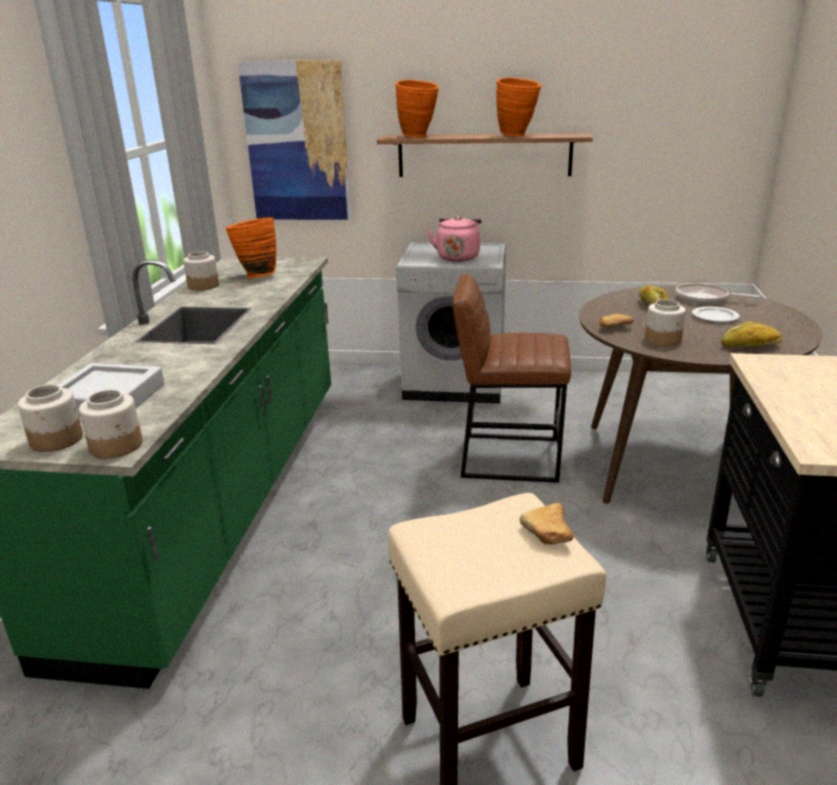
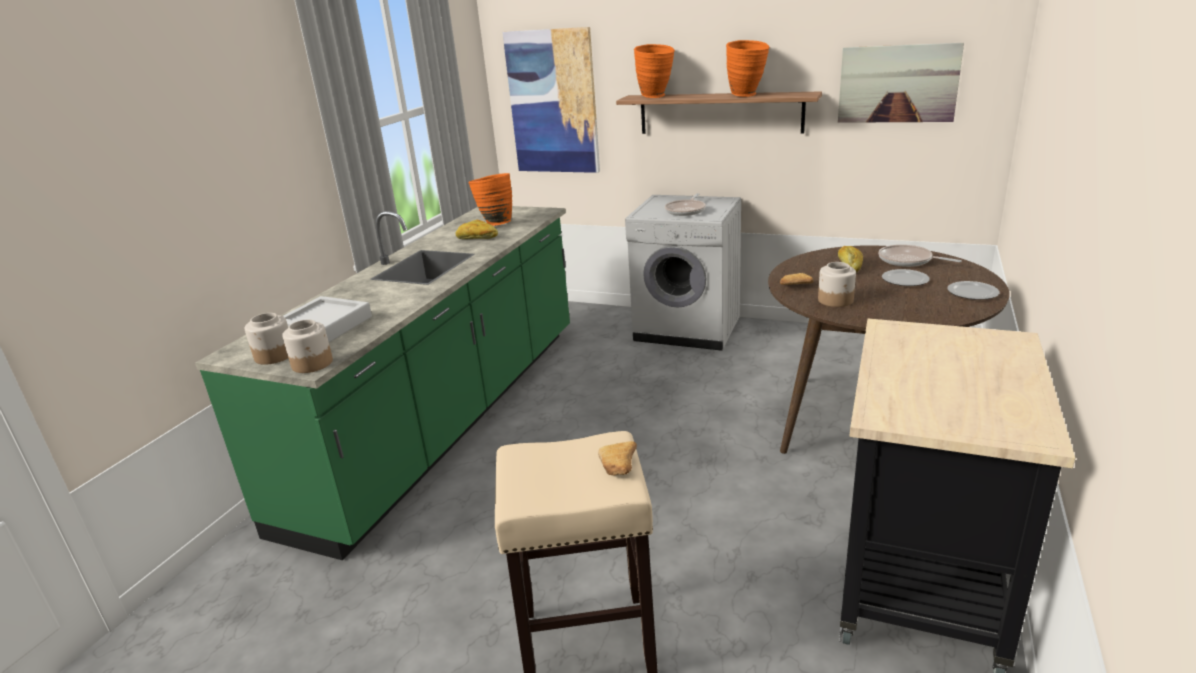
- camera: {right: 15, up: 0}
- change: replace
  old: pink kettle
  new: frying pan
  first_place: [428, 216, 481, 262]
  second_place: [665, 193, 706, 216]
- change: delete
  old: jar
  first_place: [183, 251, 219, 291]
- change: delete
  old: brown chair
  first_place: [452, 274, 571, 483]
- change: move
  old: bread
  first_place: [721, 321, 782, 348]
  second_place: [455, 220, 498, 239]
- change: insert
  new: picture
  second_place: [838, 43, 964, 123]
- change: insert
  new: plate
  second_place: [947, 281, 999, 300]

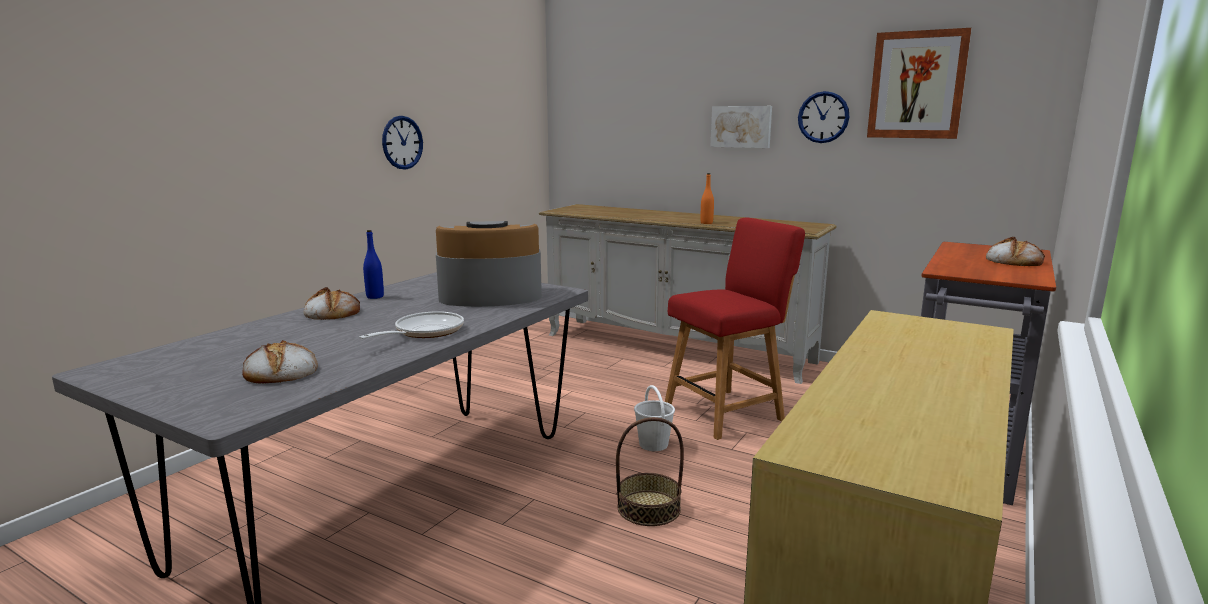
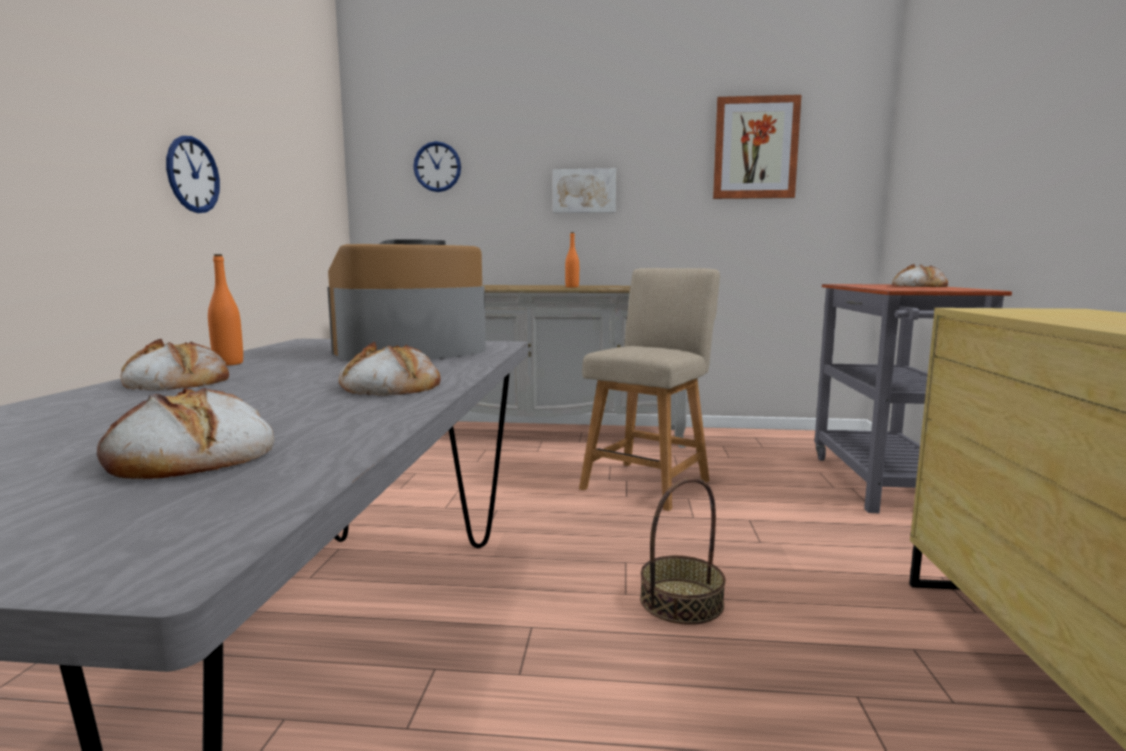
- camera: {right: -25, up: -5}
- change: move
  old: wall clock
  first_place: [798, 91, 849, 143]
  second_place: [413, 141, 461, 192]
- change: recolor
  old: red chair
  new: beige chair
  first_place: [665, 218, 805, 440]
  second_place: [579, 268, 720, 511]
- change: recolor
  old: blue bottle
  new: orange bottle
  first_place: [363, 230, 384, 299]
  second_place: [208, 254, 243, 366]
- change: replace
  old: frying pan
  new: bread
  first_place: [359, 311, 464, 339]
  second_place: [339, 342, 441, 396]
- change: delete
  old: white bucket
  first_place: [634, 385, 675, 451]

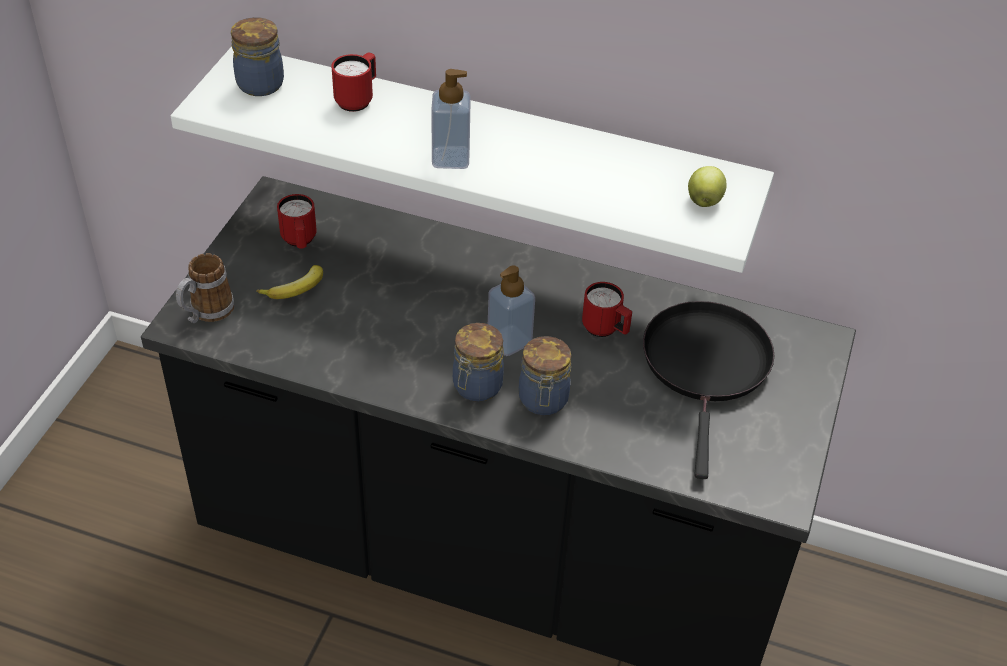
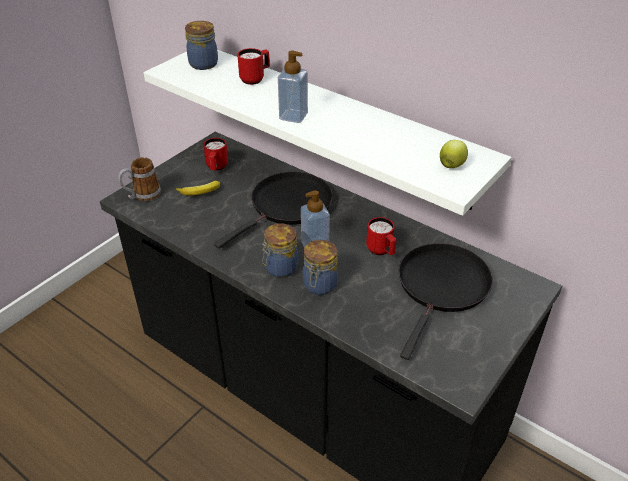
- camera: {right: 20, up: -5}
- change: insert
  new: black frying pan
  second_place: [214, 172, 333, 249]

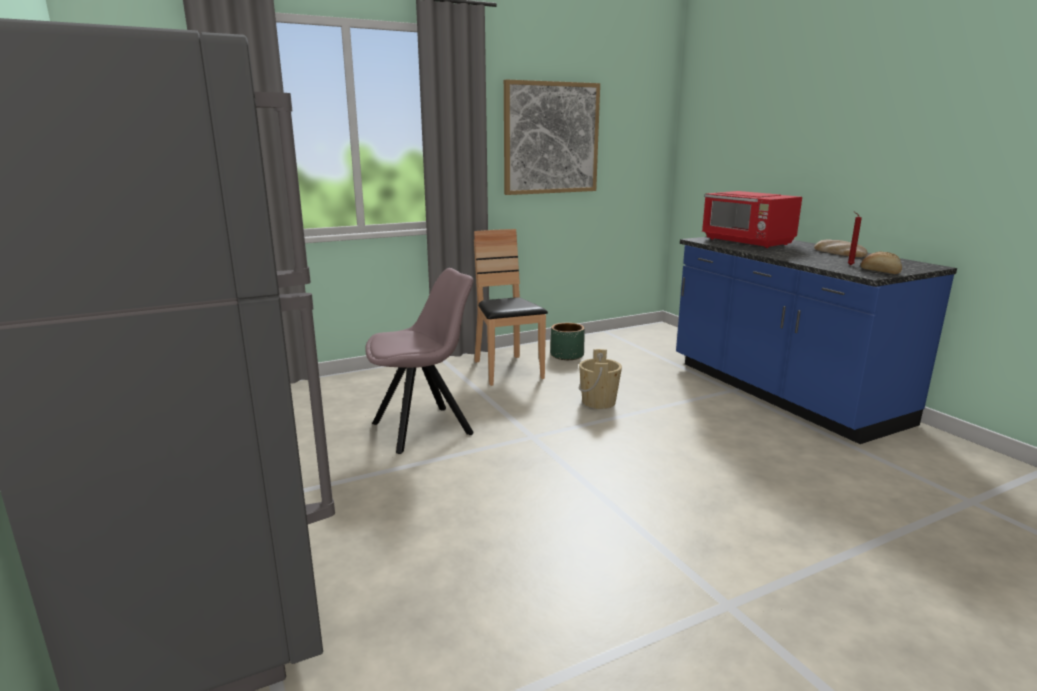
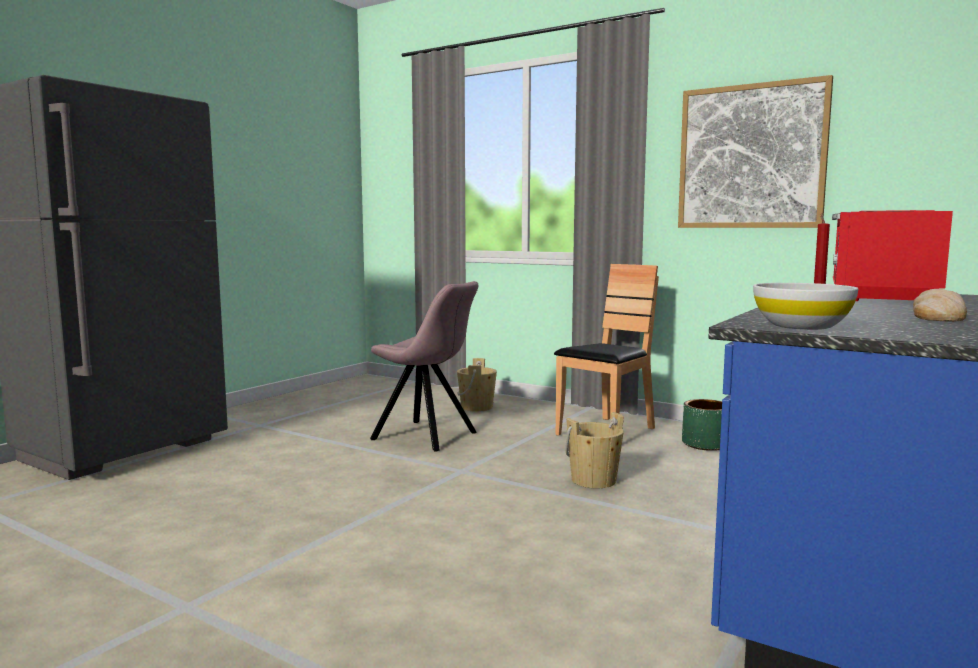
- camera: {right: 60, up: -10}
- change: replace
  old: bread
  new: white bowl
  first_place: [861, 251, 902, 274]
  second_place: [753, 283, 858, 330]
- change: insert
  new: beige bucket
  second_place: [457, 358, 497, 412]

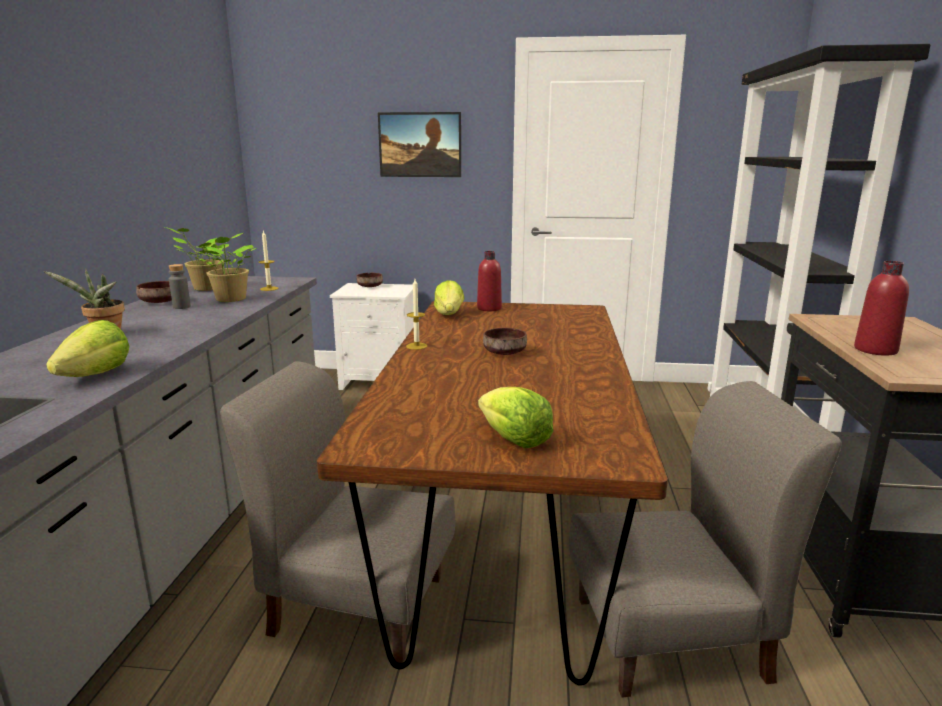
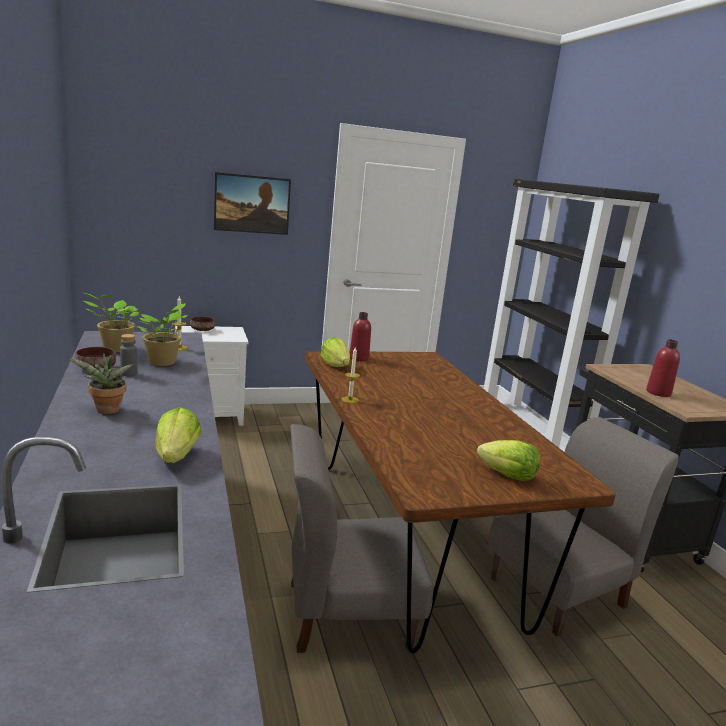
- camera: {right: -25, up: 0}
- change: delete
  old: brown bowl
  first_place: [483, 328, 527, 355]

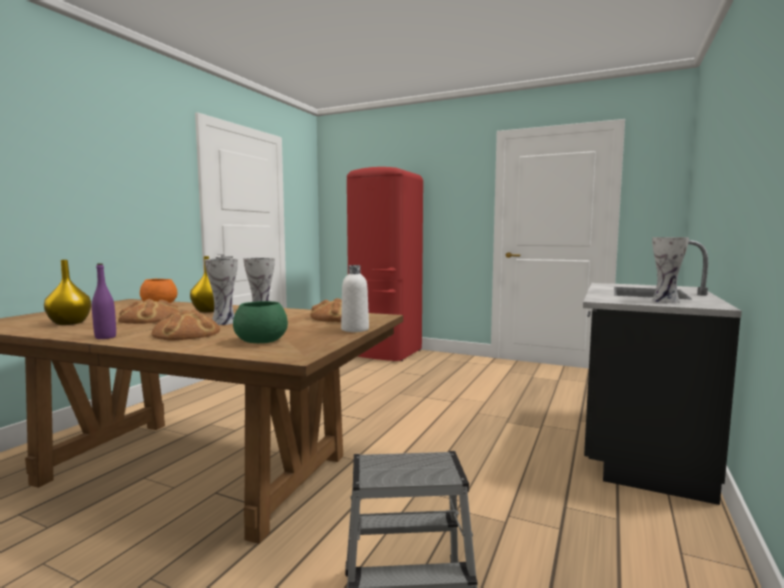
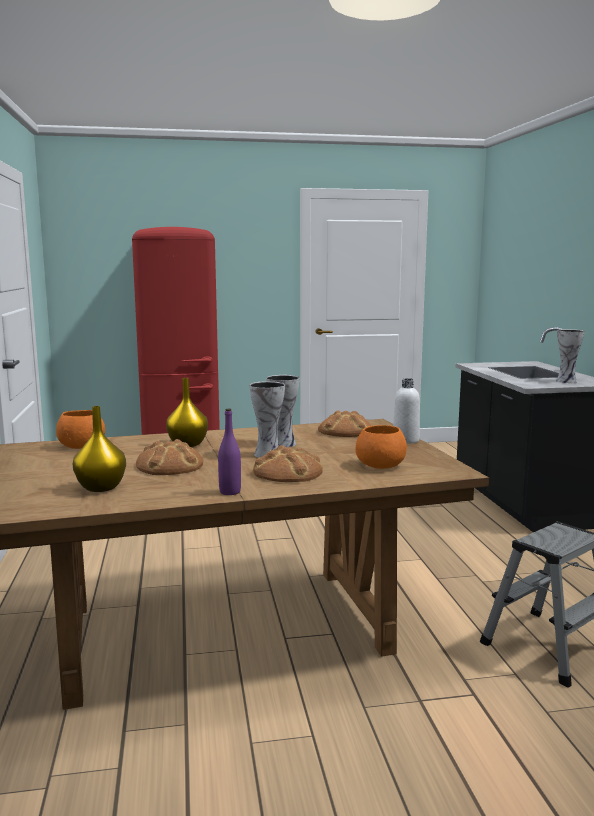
- camera: {right: -35, up: 5}
- change: recolor
  old: green bowl
  new: orange bowl
  first_place: [233, 301, 288, 343]
  second_place: [355, 425, 407, 469]

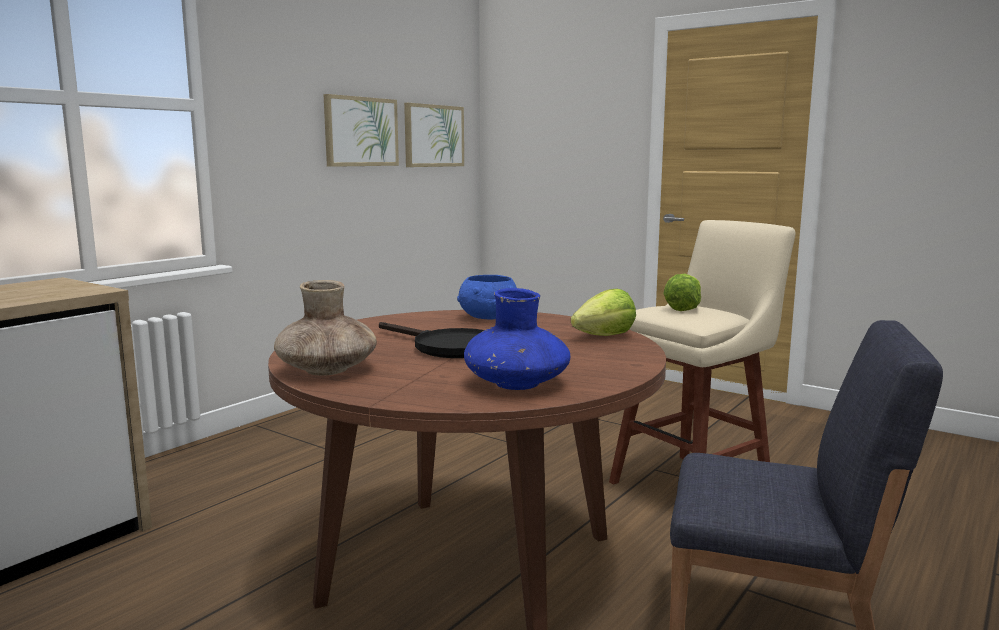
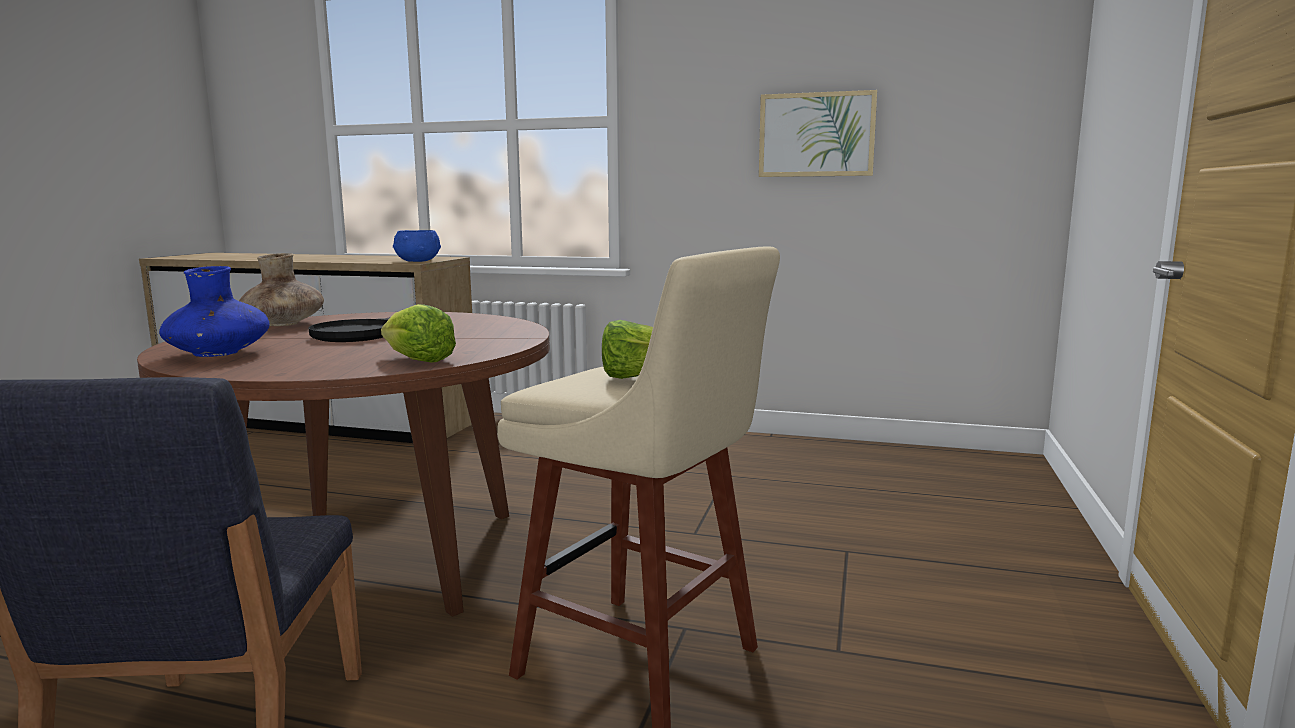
- camera: {right: 70, up: 0}
- change: delete
  old: picture
  first_place: [404, 103, 464, 167]
- change: move
  old: blue bowl
  first_place: [457, 275, 517, 320]
  second_place: [393, 230, 441, 262]

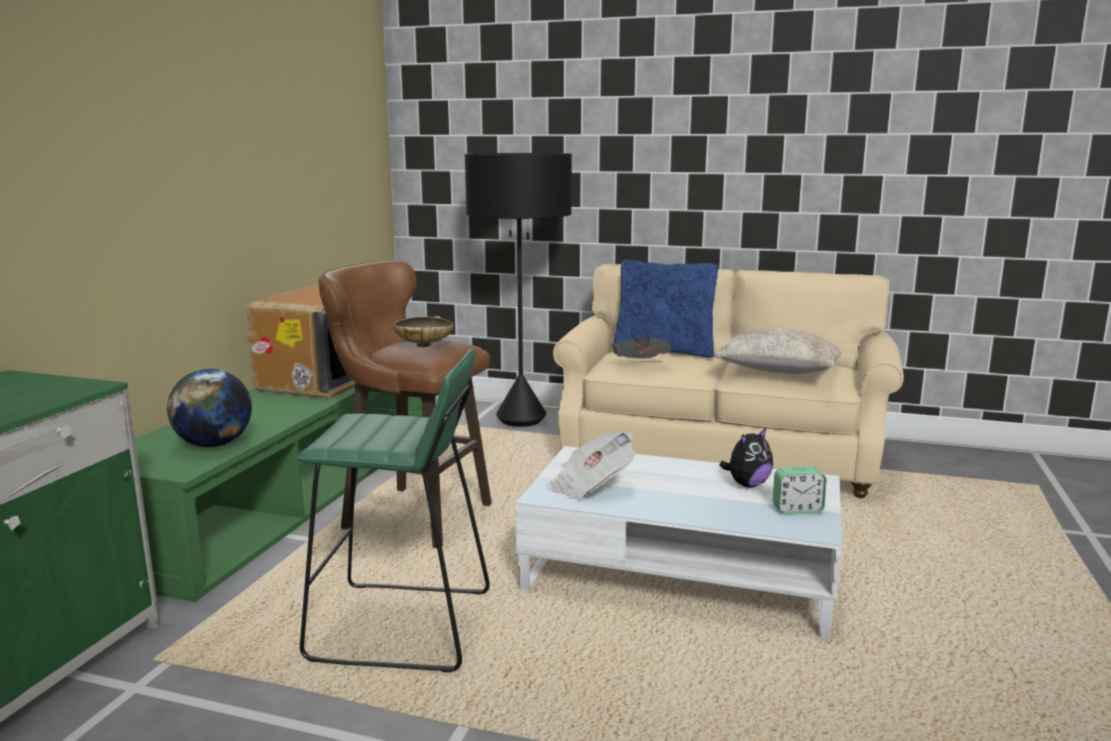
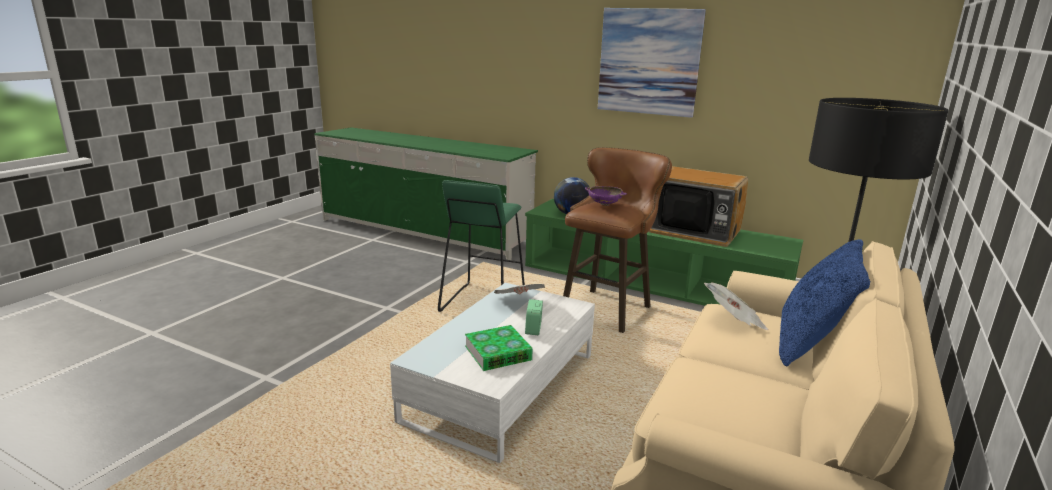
- camera: {right: 100, up: 5}
- change: recolor
  old: beige bowl
  new: purple bowl
  first_place: [393, 316, 454, 347]
  second_place: [585, 186, 627, 206]
- change: delete
  old: beige pillow
  first_place: [716, 328, 841, 374]
- change: replace
  old: plush toy
  new: book
  first_place: [719, 428, 773, 488]
  second_place: [465, 325, 533, 371]
- change: move
  old: alarm clock
  first_place: [773, 466, 827, 515]
  second_place: [525, 299, 543, 335]
- change: insert
  new: picture
  second_place: [598, 8, 706, 118]

